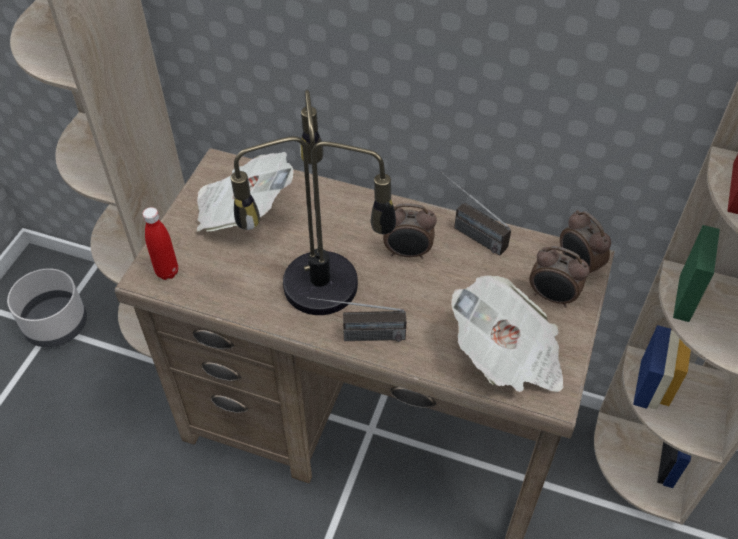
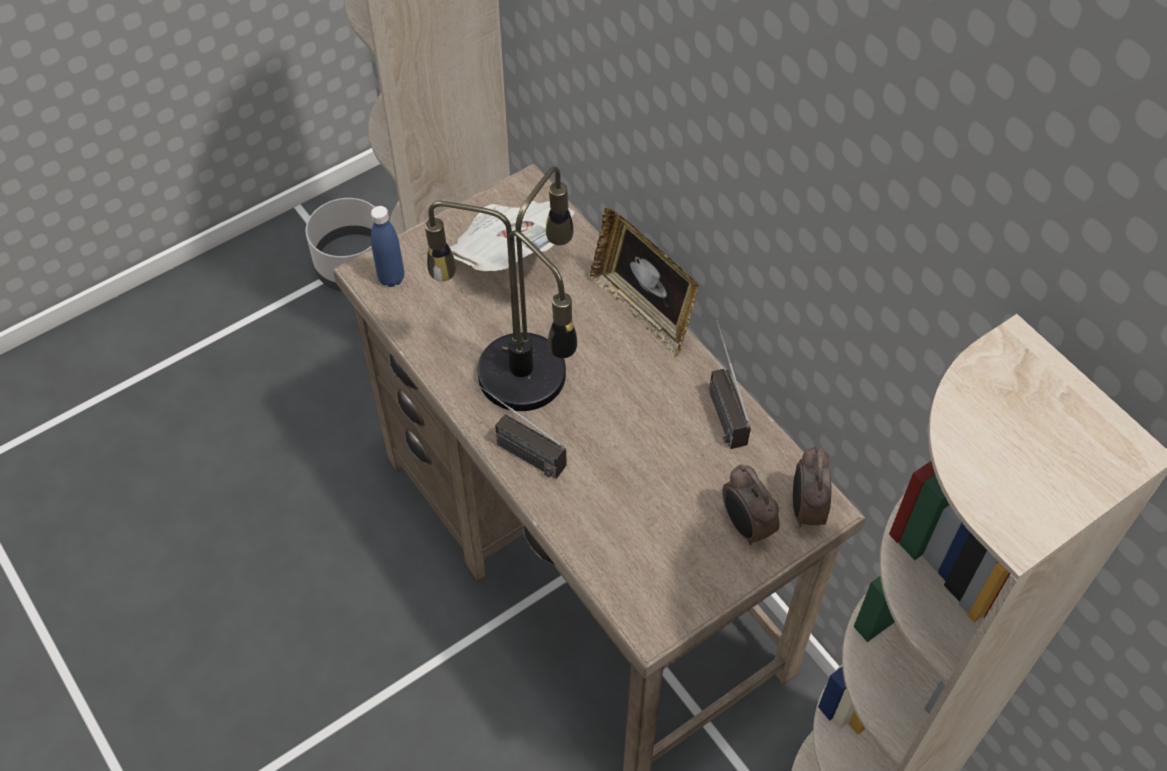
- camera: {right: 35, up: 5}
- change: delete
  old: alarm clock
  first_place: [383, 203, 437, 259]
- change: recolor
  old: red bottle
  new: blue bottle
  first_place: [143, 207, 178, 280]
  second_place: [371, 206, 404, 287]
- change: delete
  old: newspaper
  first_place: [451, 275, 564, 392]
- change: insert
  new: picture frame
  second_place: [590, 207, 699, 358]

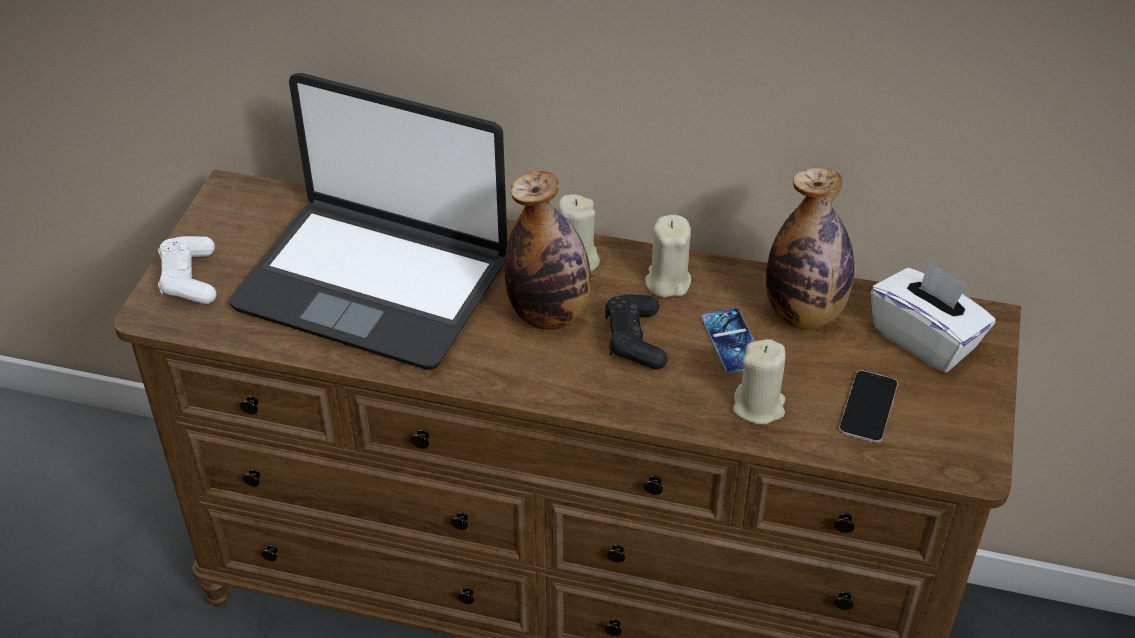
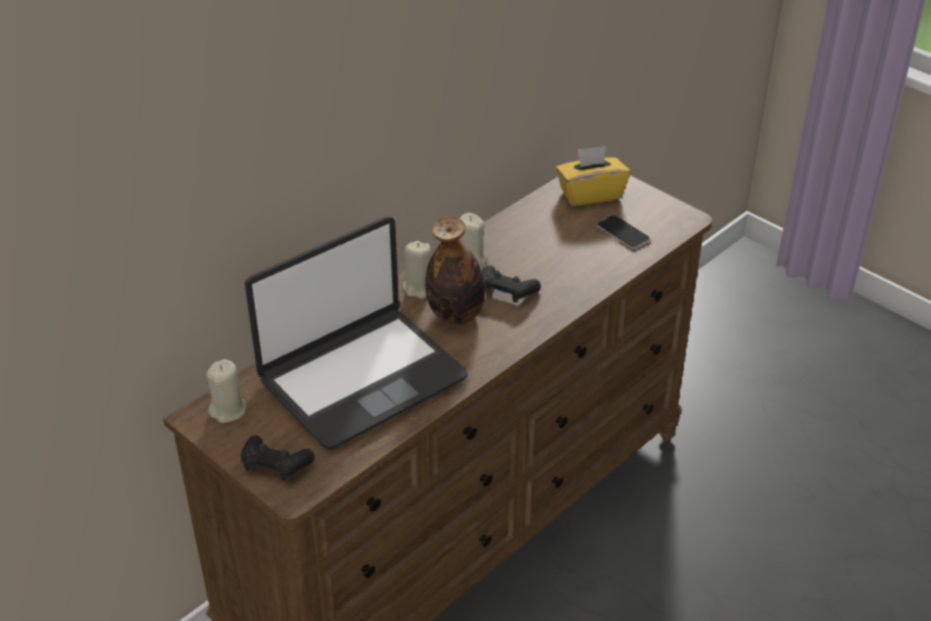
- camera: {right: -60, up: -5}
- change: delete
  old: bottle
  first_place: [766, 168, 854, 329]
- change: recolor
  old: white game controller
  new: black game controller
  first_place: [158, 236, 216, 304]
  second_place: [241, 435, 314, 481]
- change: recolor
  old: white tissue box
  new: yellow tissue box
  first_place: [871, 261, 996, 373]
  second_place: [556, 146, 630, 206]
- change: delete
  old: phone
  first_place: [701, 308, 754, 373]
- change: move
  old: beige candle
  first_place: [733, 339, 786, 424]
  second_place: [207, 359, 247, 423]

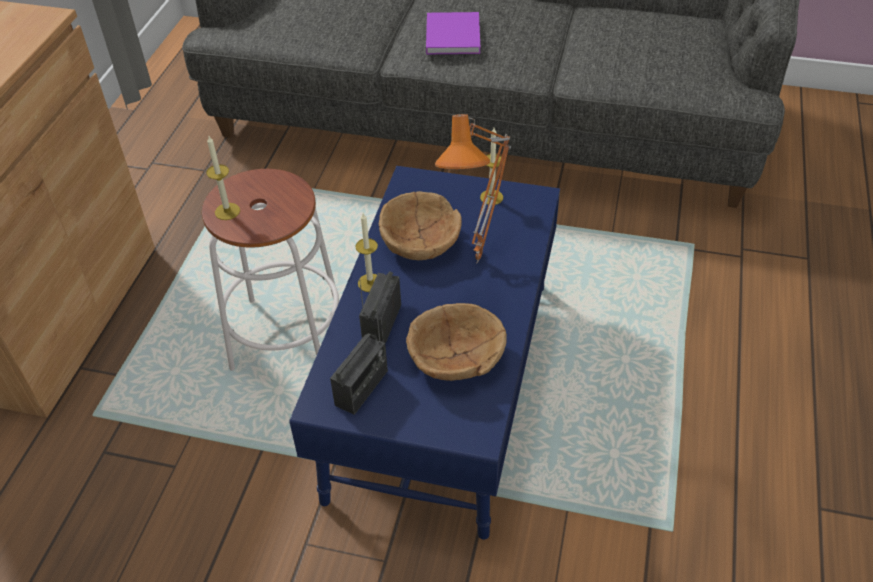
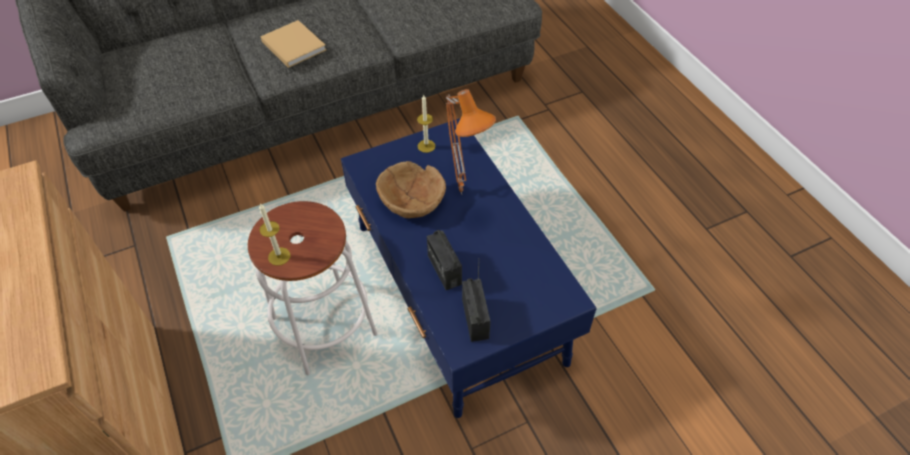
- camera: {right: -40, up: 5}
- change: recolor
  old: purple book
  new: beige book
  first_place: [426, 12, 480, 54]
  second_place: [260, 20, 326, 68]
- change: delete
  old: candle
  first_place: [355, 213, 378, 292]
- change: delete
  old: brown bowl
  first_place: [406, 303, 507, 381]

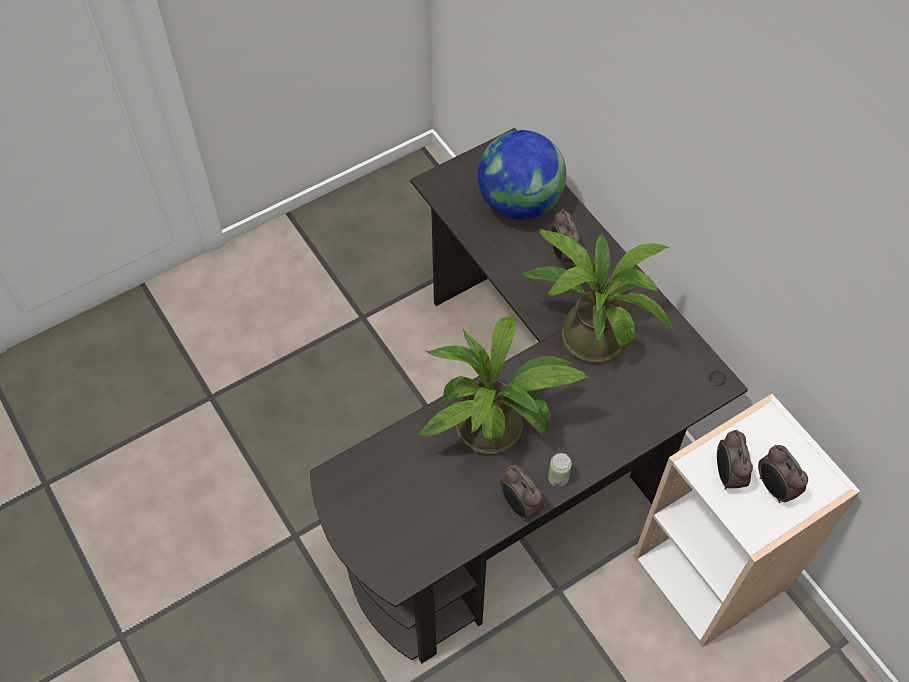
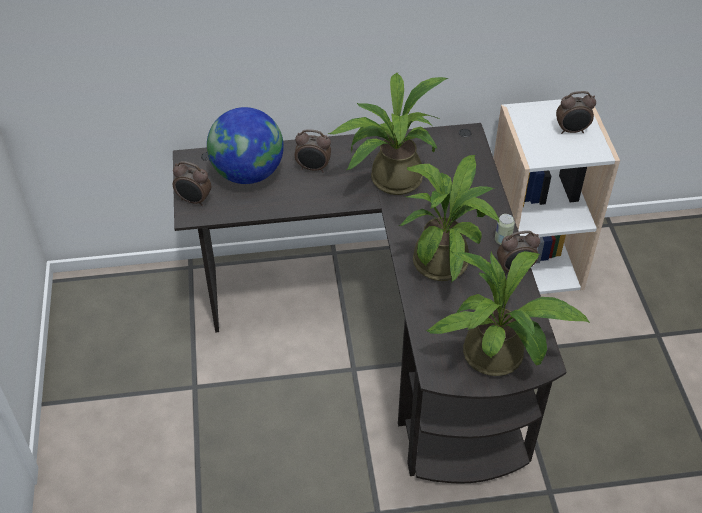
- camera: {right: -65, up: -10}
- change: move
  old: alarm clock
  first_place: [717, 430, 753, 490]
  second_place: [173, 161, 211, 206]
- change: insert
  new: potted plant
  second_place: [426, 251, 591, 376]

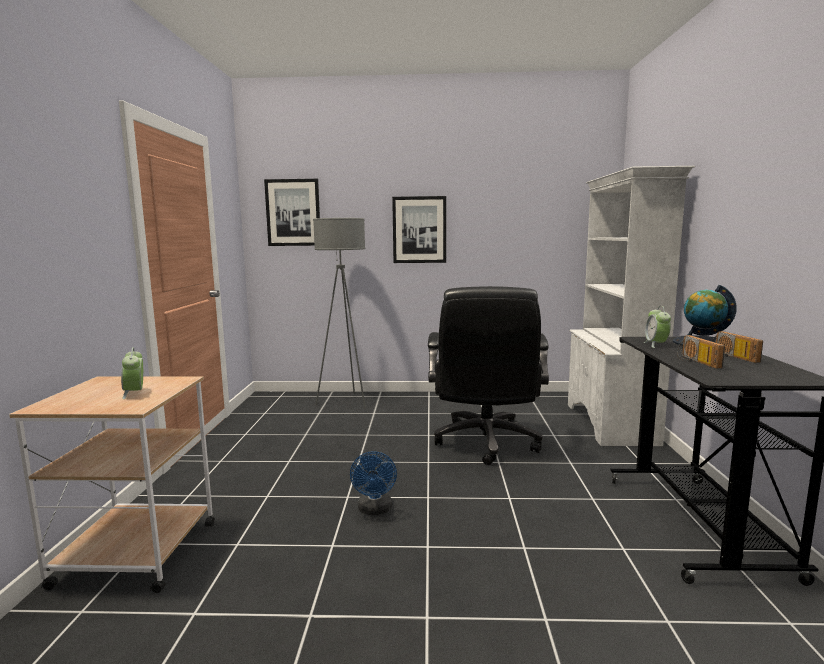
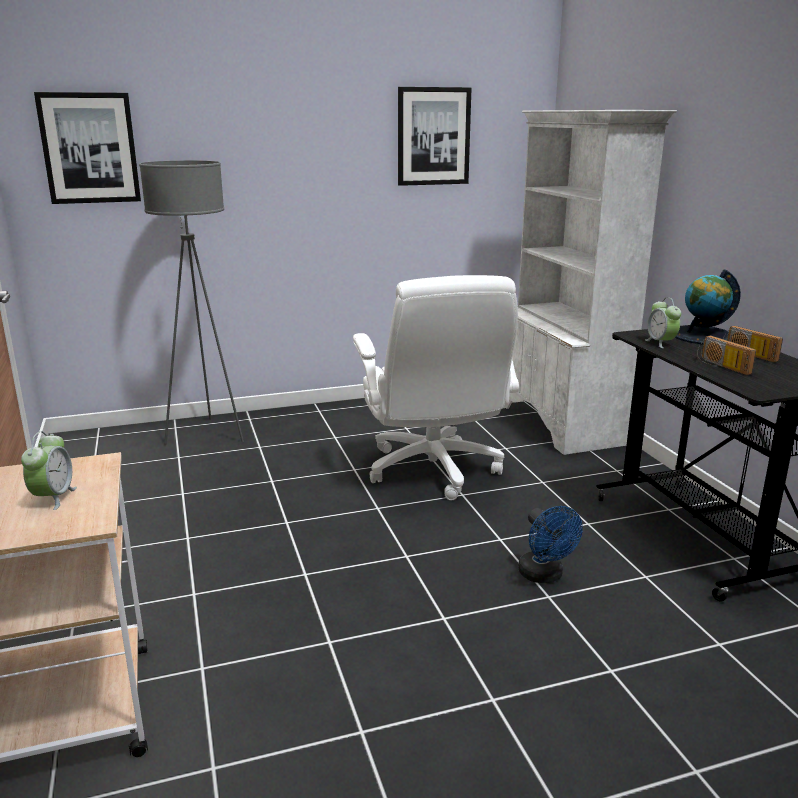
- camera: {right: -20, up: 10}
- change: move
  old: picture
  first_place: [392, 196, 446, 263]
  second_place: [398, 87, 471, 186]
- change: recolor
  old: black office chair
  new: white office chair
  first_place: [428, 286, 549, 465]
  second_place: [353, 275, 519, 500]
- change: rotate
  old: alarm clock
  first_place: [121, 347, 143, 399]
  second_place: [21, 431, 77, 510]
  degrees: -135
- change: move
  old: blue fan
  first_place: [350, 451, 397, 515]
  second_place: [518, 506, 583, 583]

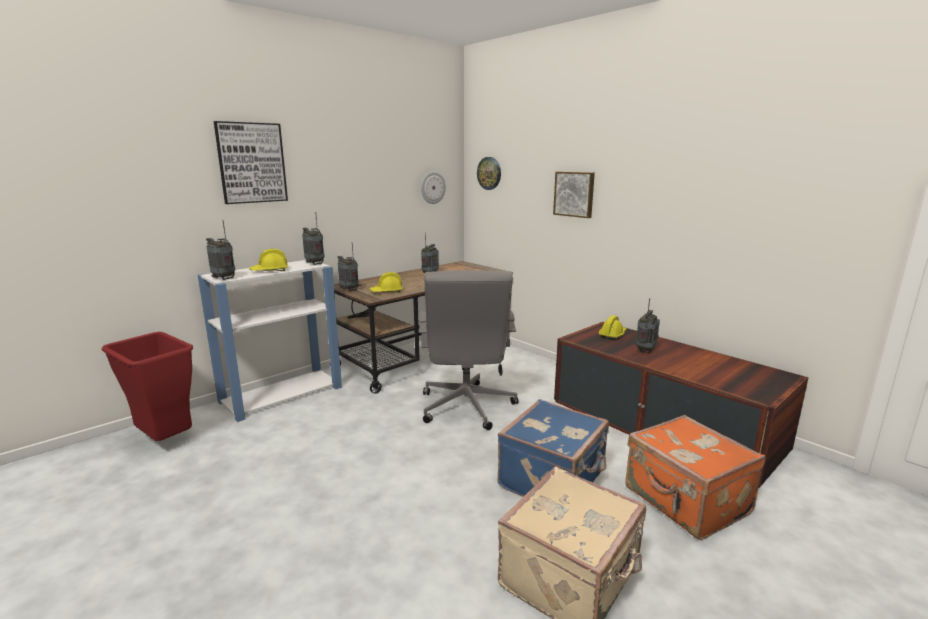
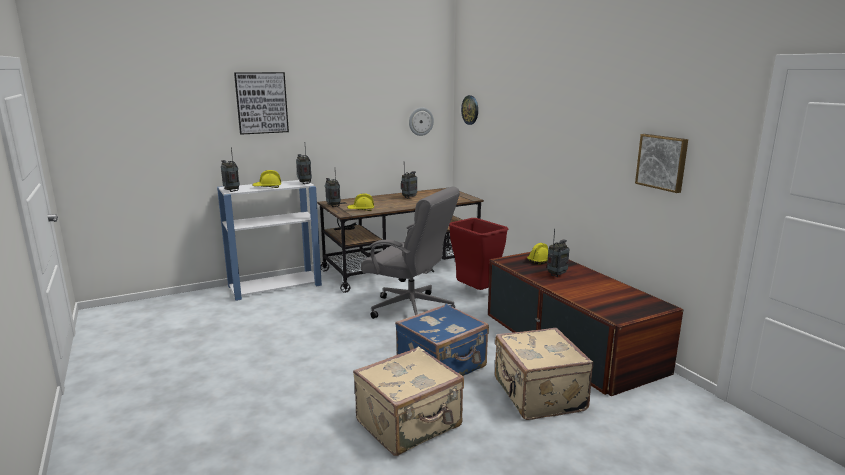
- camera: {right: 15, up: 0}
- change: move
  old: picture
  first_place: [553, 172, 595, 218]
  second_place: [635, 134, 688, 193]
- change: rotate
  old: grey office chair
  first_place: [419, 270, 518, 430]
  second_place: [361, 187, 460, 319]
  degrees: -75
- change: move
  old: red trash can
  first_place: [102, 332, 193, 441]
  second_place: [449, 218, 509, 290]
- change: recolor
  old: orange suitcase
  new: beige suitcase
  first_place: [625, 415, 765, 540]
  second_place: [495, 328, 593, 420]

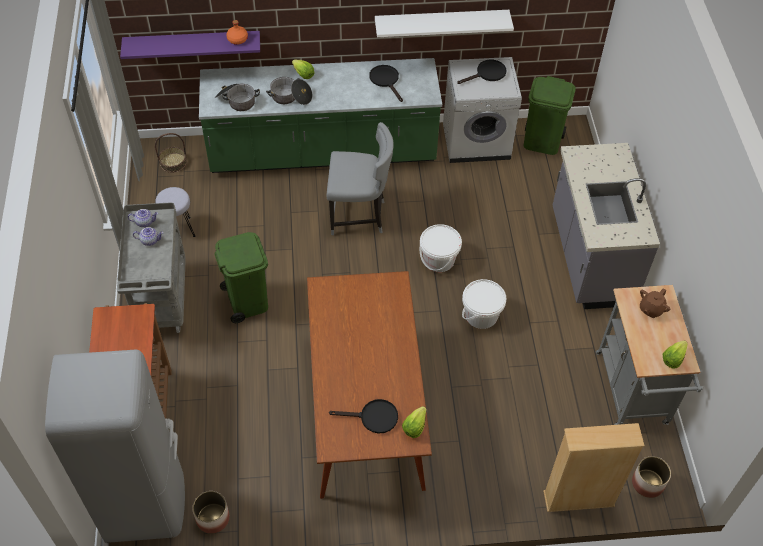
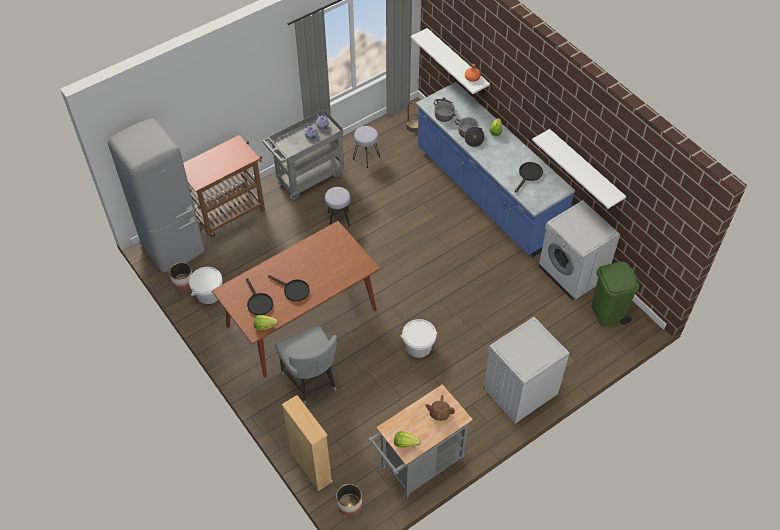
- camera: {right: 60, up: 0}
- change: recolor
  old: purple shelf
  new: white shelf
  first_place: [120, 31, 260, 59]
  second_place: [411, 28, 490, 94]
- change: recolor
  old: green counter
  new: blue counter
  first_place: [199, 58, 442, 173]
  second_place: [416, 82, 575, 257]
- change: move
  old: black frying pan
  first_place: [457, 60, 506, 84]
  second_place: [268, 275, 310, 301]
- change: move
  old: grey chair
  first_place: [327, 122, 394, 235]
  second_place: [275, 325, 337, 405]
- change: replace
  old: grey counter
  new: white washing machine
  first_place: [553, 143, 660, 309]
  second_place: [484, 317, 570, 423]
- change: move
  old: white bucket
  first_place: [420, 224, 462, 272]
  second_place: [189, 267, 223, 304]
- change: replace
  old: green trash can
  new: grey stool
  first_place: [215, 232, 268, 323]
  second_place: [325, 187, 350, 226]

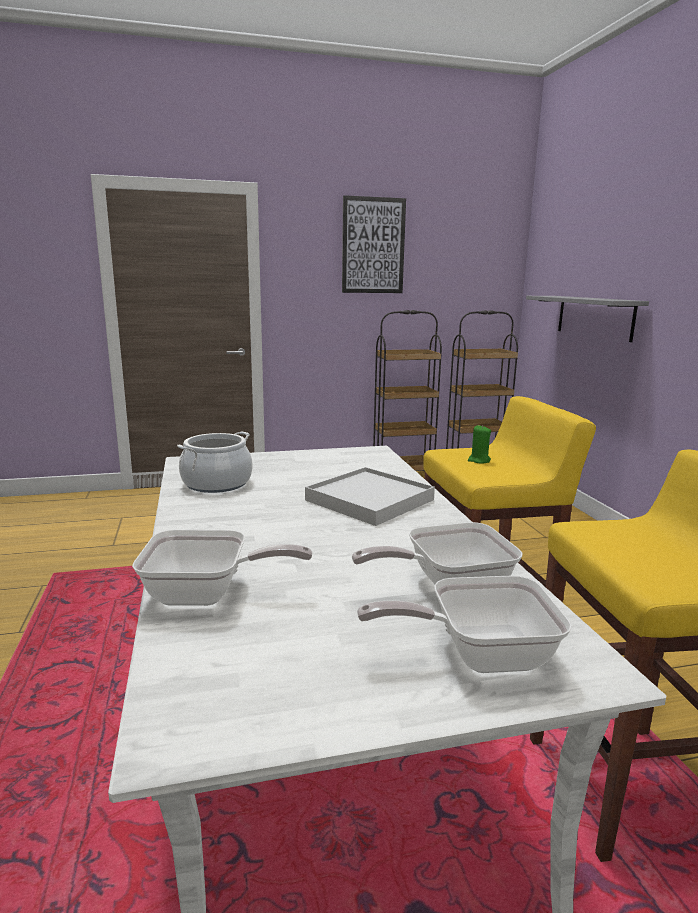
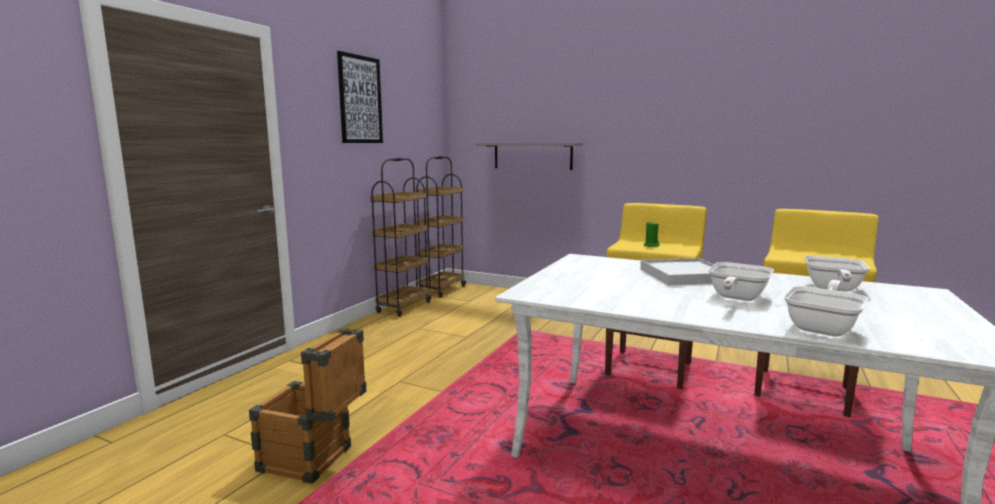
- camera: {right: -50, up: -5}
- change: delete
  old: cooking pot
  first_place: [177, 432, 252, 493]
- change: move
  old: frying pan
  first_place: [357, 576, 572, 673]
  second_place: [709, 262, 774, 301]
- change: insert
  new: crate
  second_place: [249, 328, 366, 484]

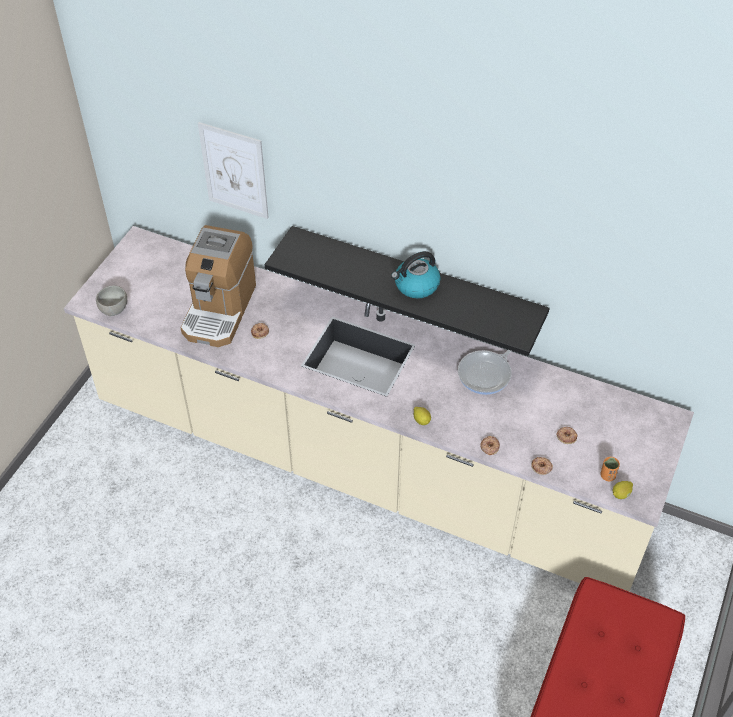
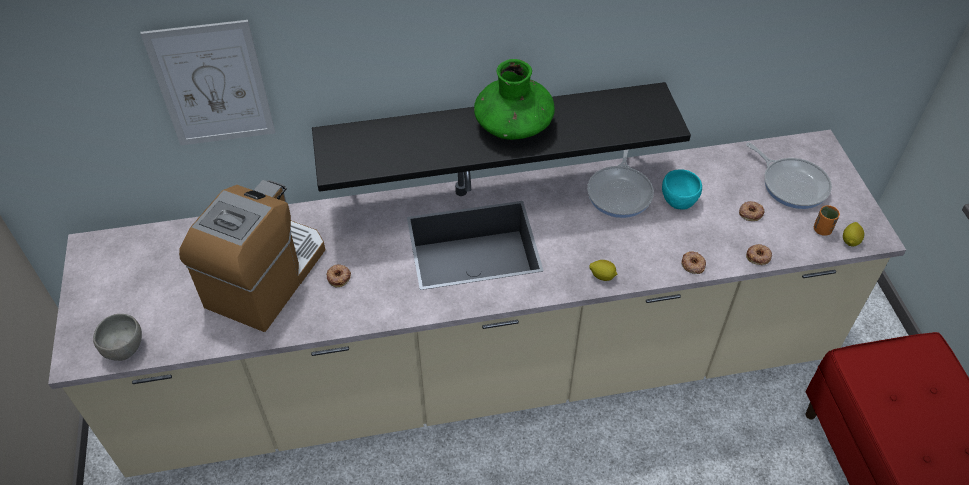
- camera: {right: -35, up: 0}
- change: rotate
  old: coffee machine
  first_place: [180, 225, 256, 347]
  second_place: [179, 180, 325, 332]
  degrees: -135
- change: replace
  old: kettle
  new: green vase
  first_place: [391, 251, 441, 298]
  second_place: [474, 59, 555, 140]
- change: insert
  new: frying pan
  second_place: [746, 142, 832, 209]
- change: insert
  new: turquoise bowl
  second_place: [662, 169, 702, 209]

